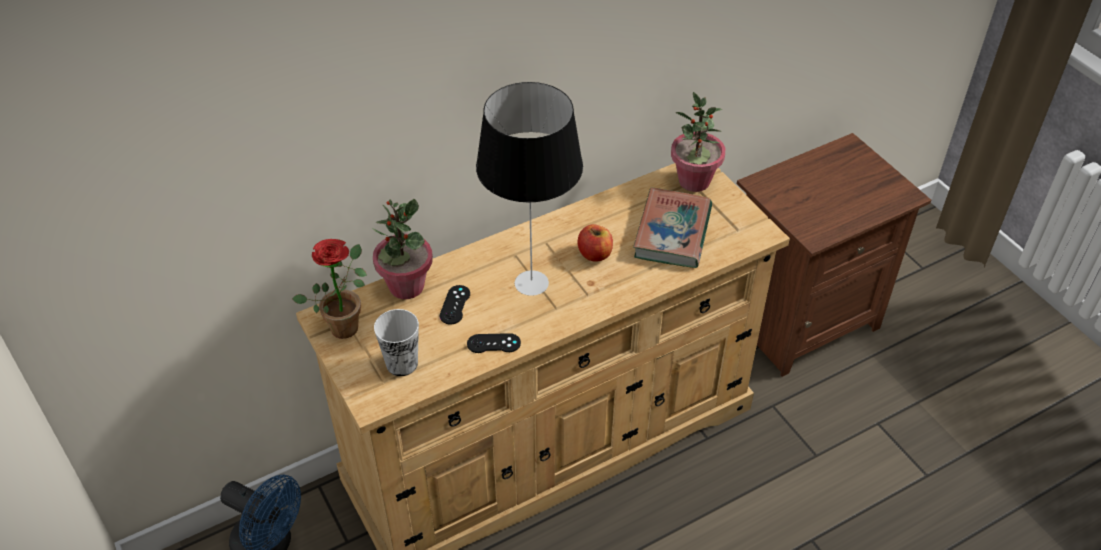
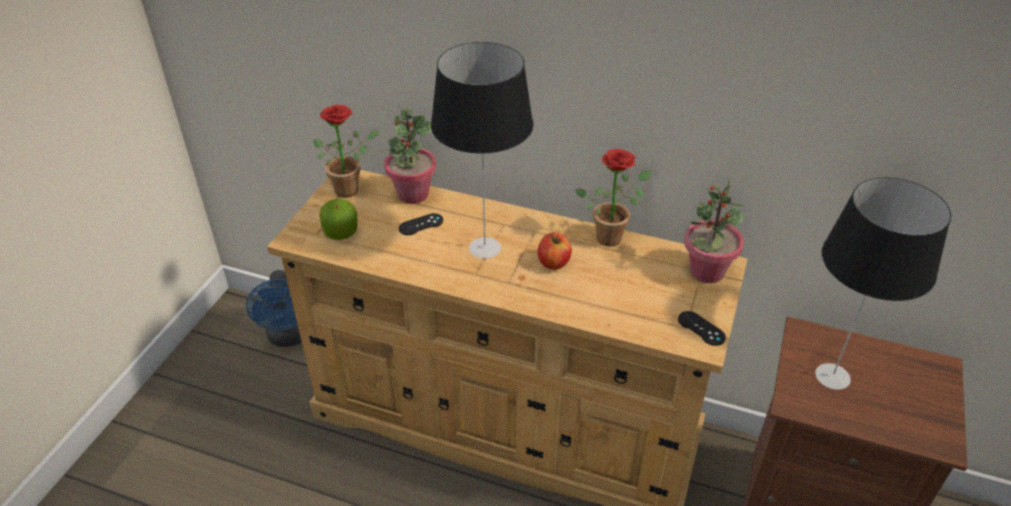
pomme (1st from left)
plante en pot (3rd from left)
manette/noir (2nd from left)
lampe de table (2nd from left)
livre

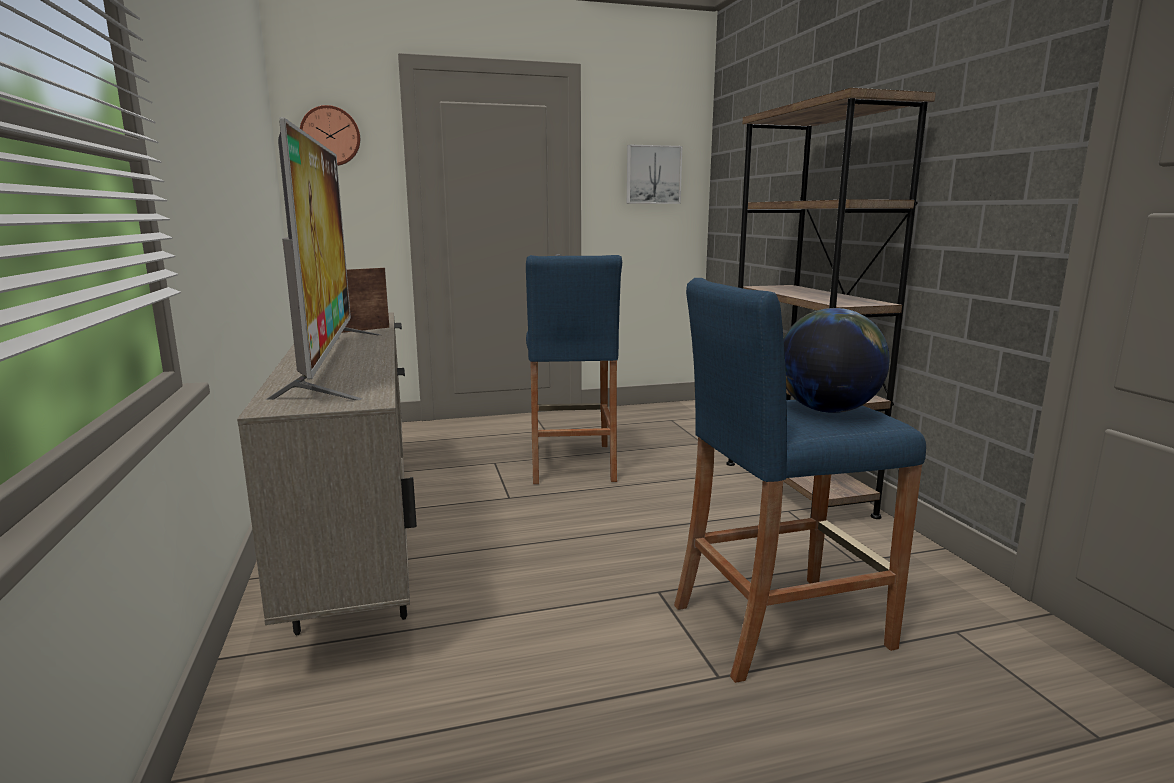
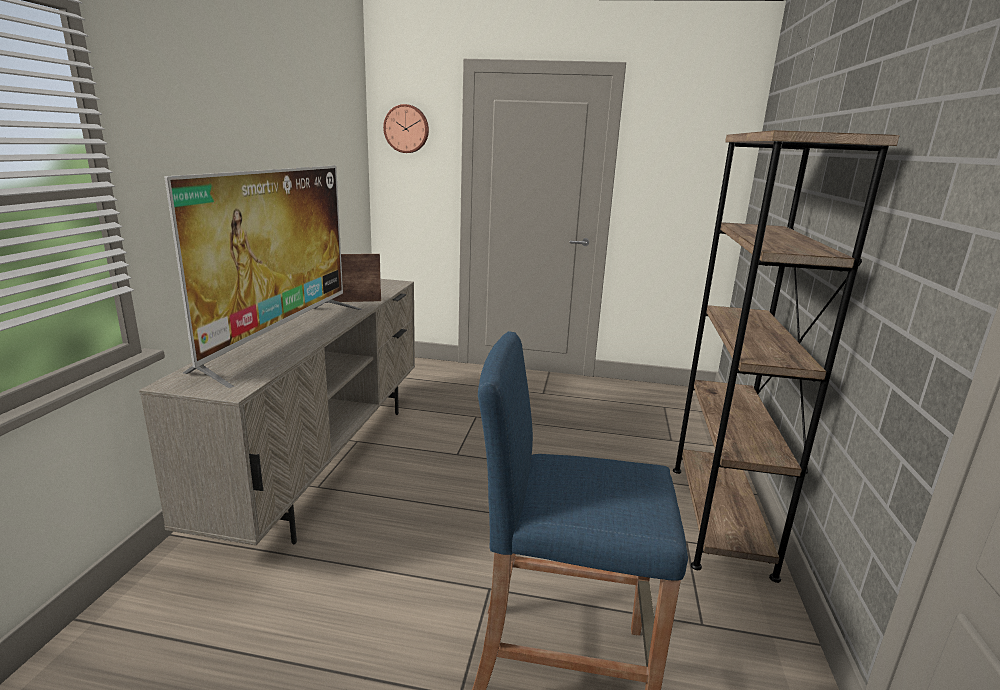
tabouret/bleu (1st from left in the first image)
tableau
globe

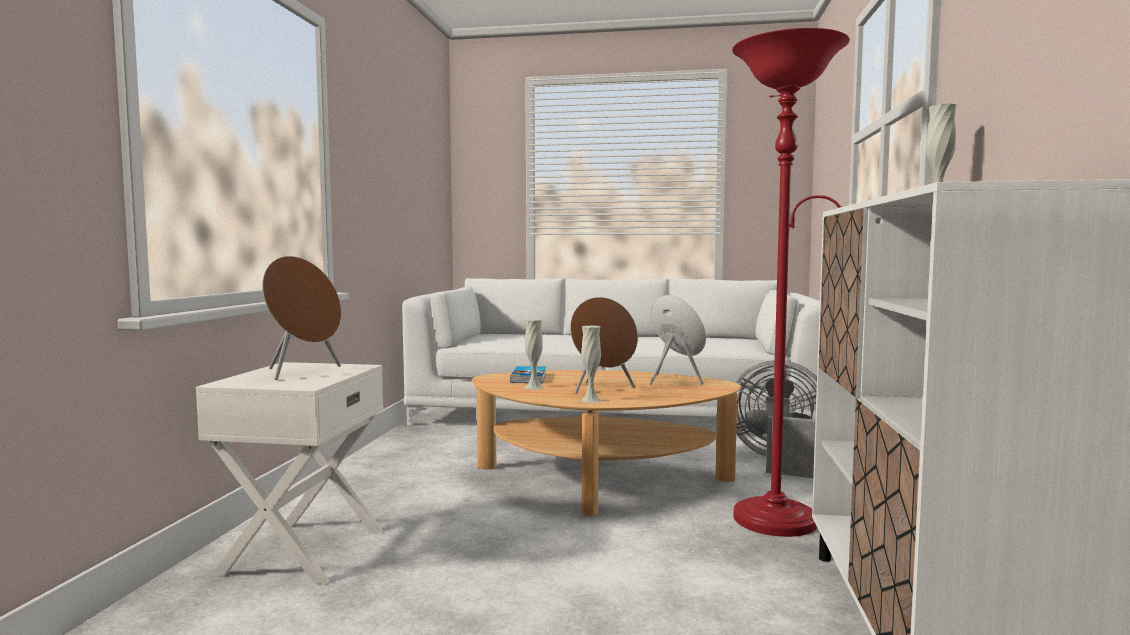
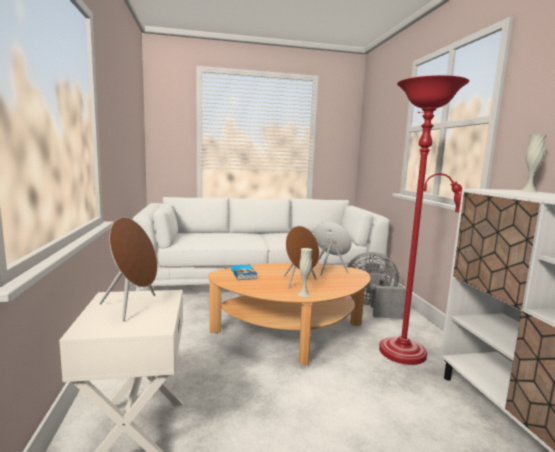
vase/blanc (1st from left in the first image)

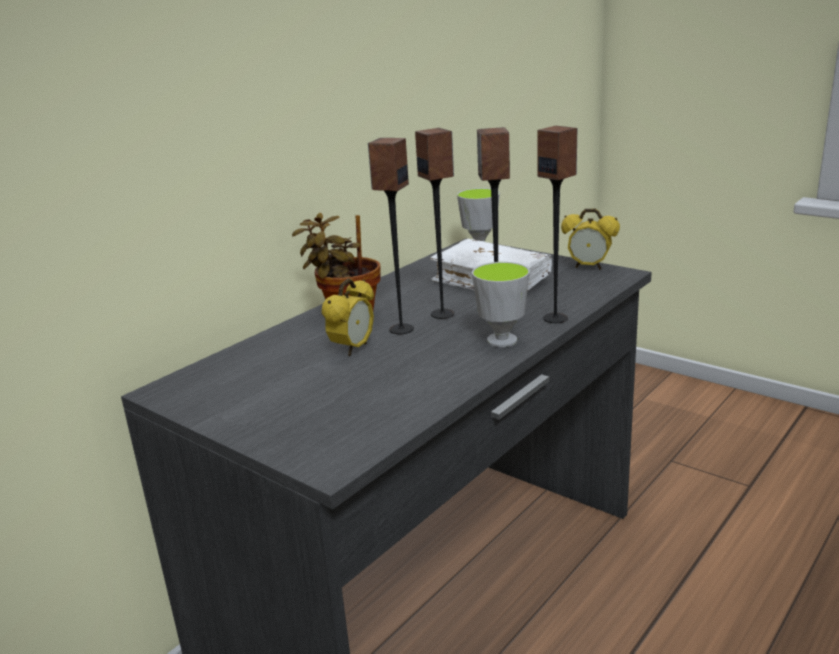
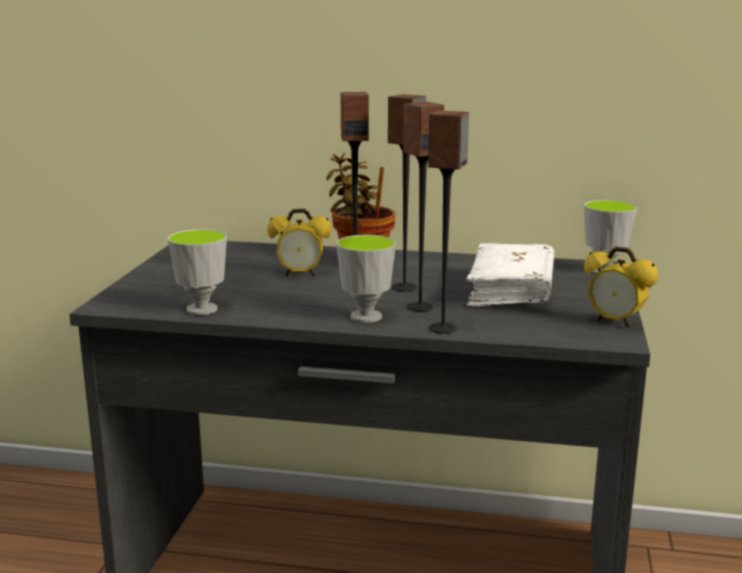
tasse (1st from left)
réveil (2nd from left)

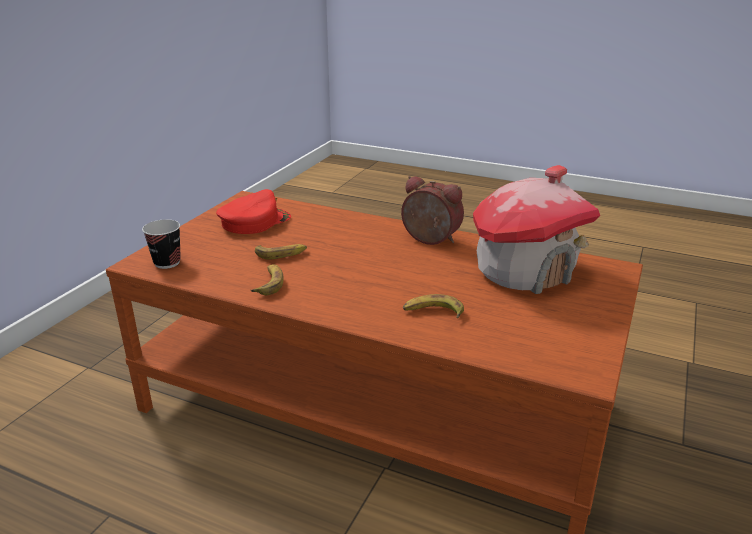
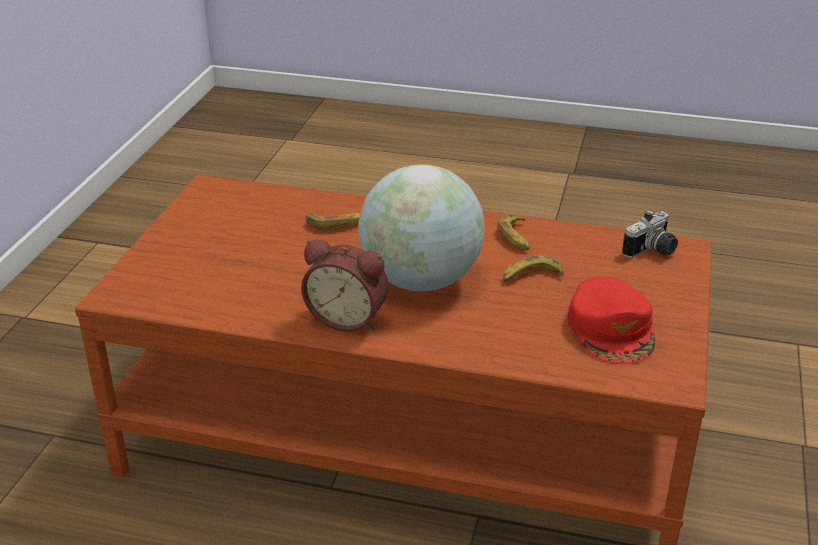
globe
casquette/rouge
appareil photo
maison miniature

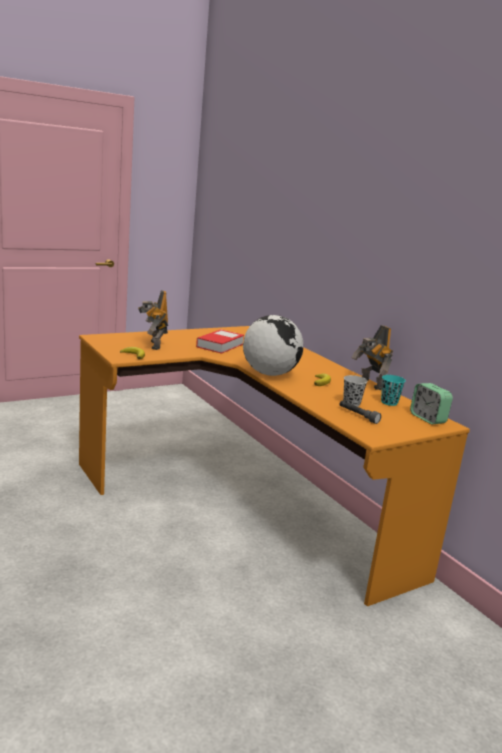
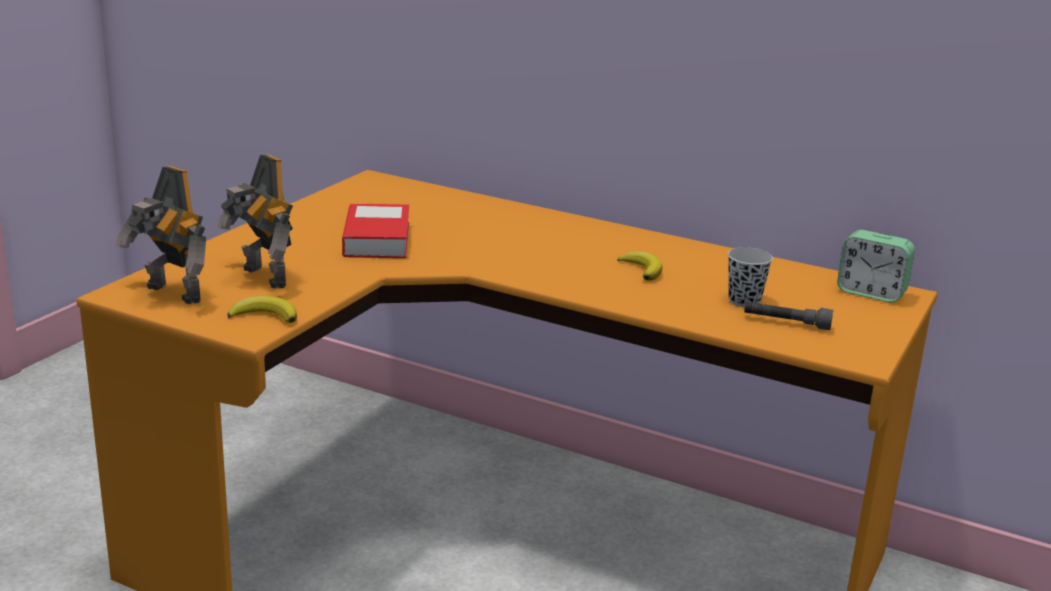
robot jouet (1st from left)
globe
tasse/turquoise

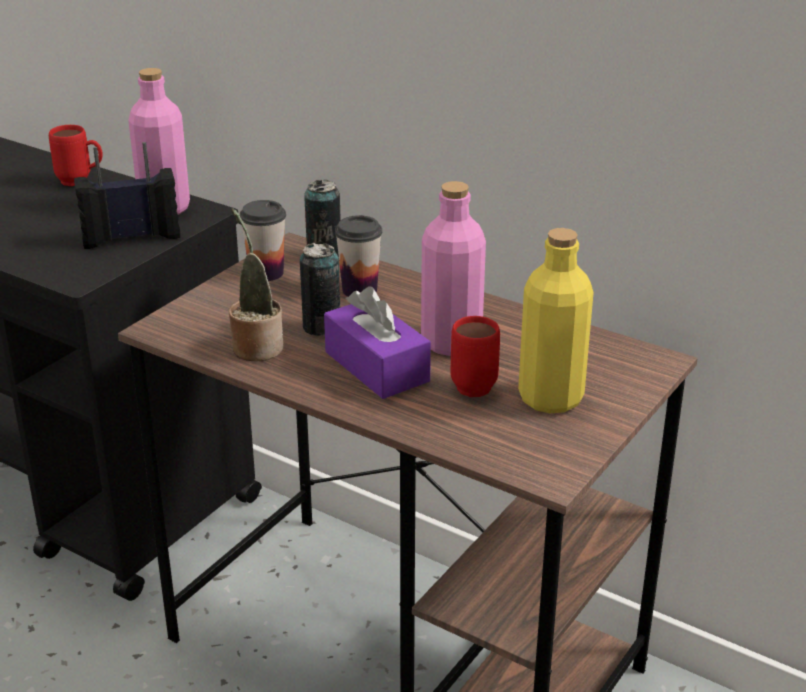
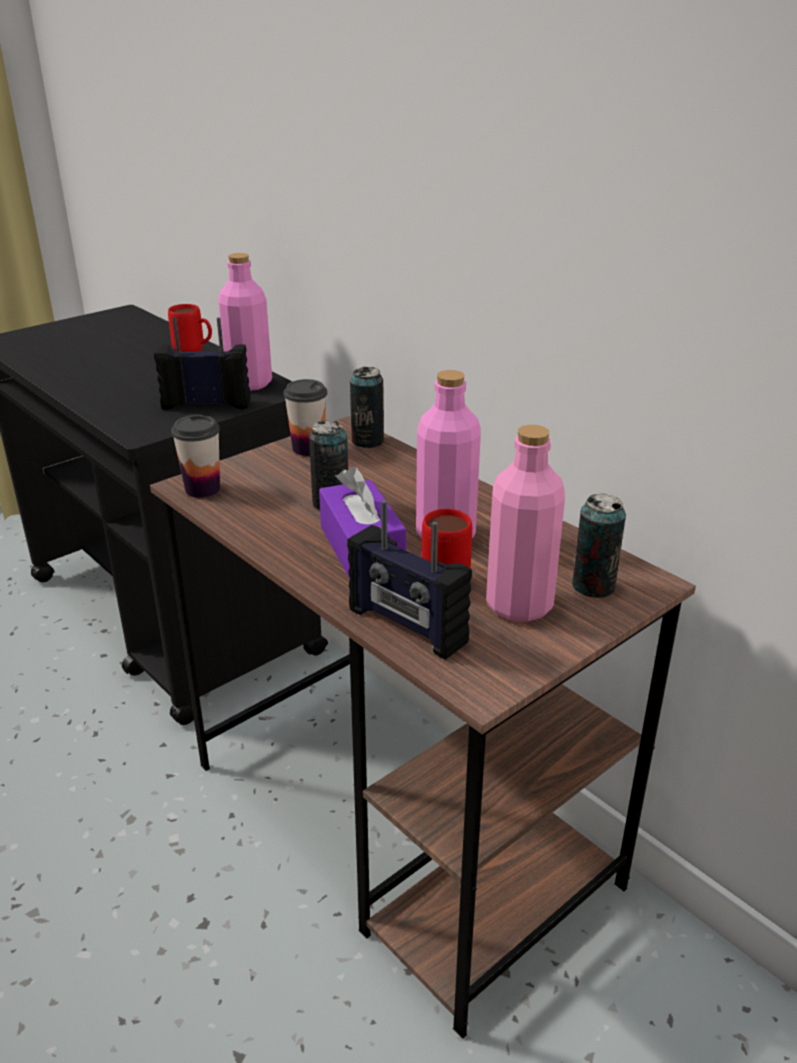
tasse (1st from left)
radio (2nd from left)
bouteille/rose (3rd from left)
boîte métallique (3rd from left)
plante en pot

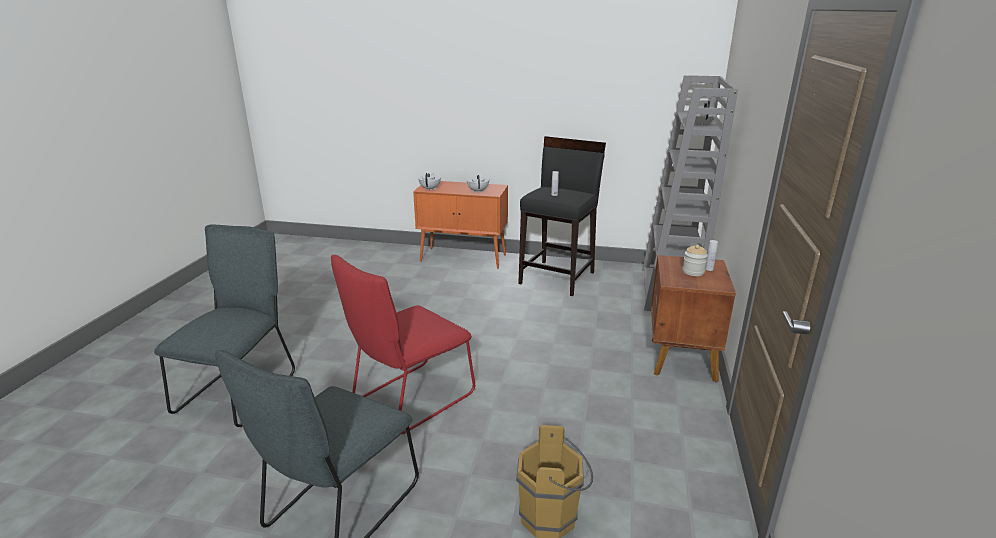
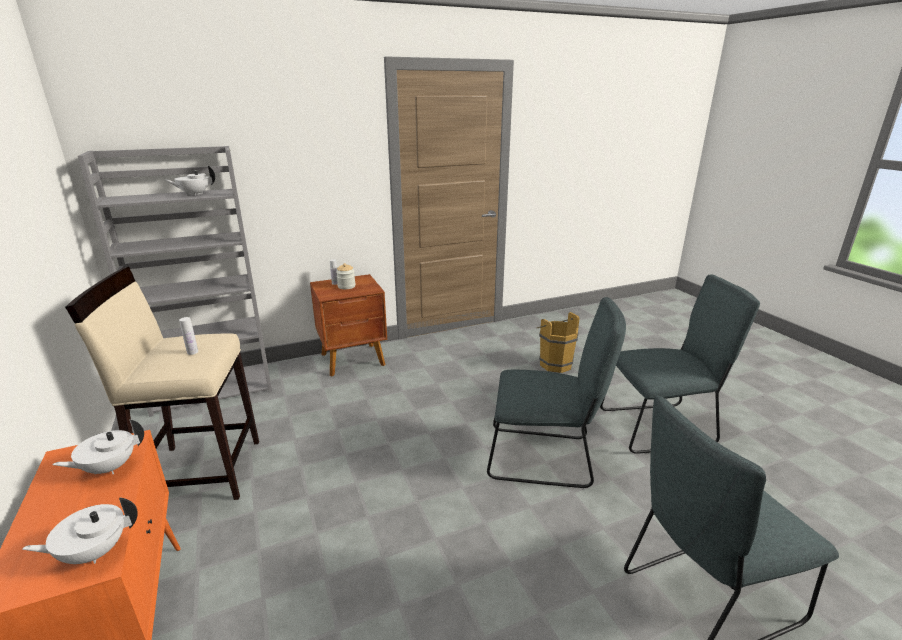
tabouret/beige
chaise/gris (1st from left)

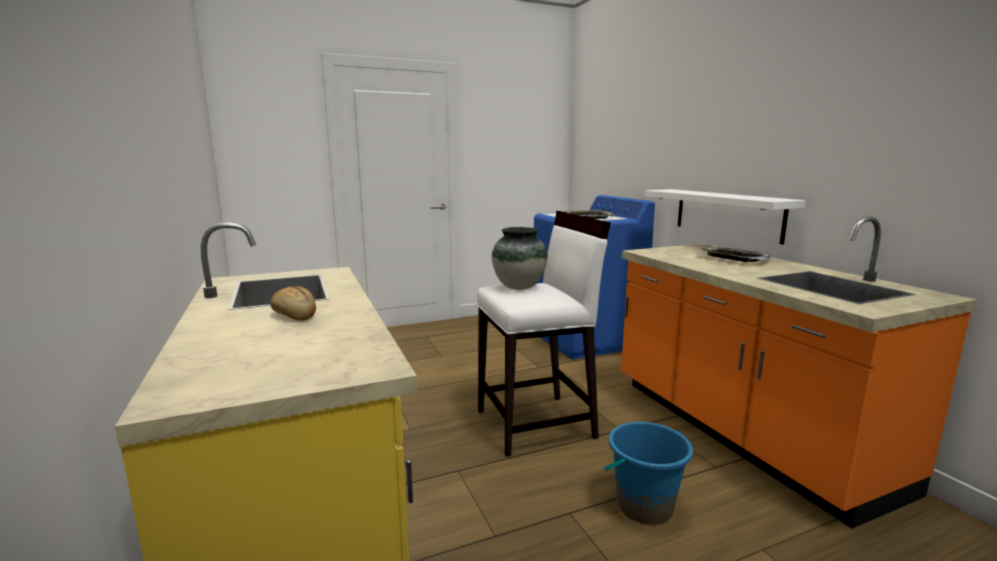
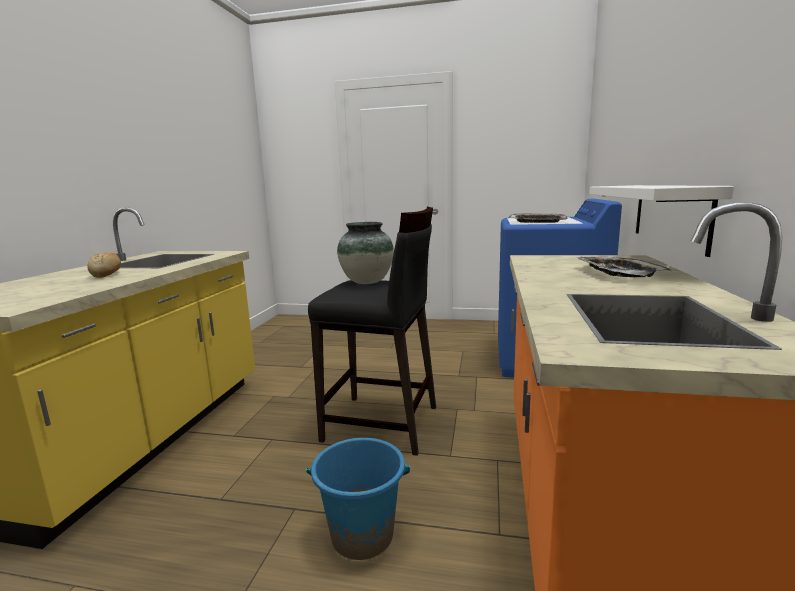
tabouret/noir

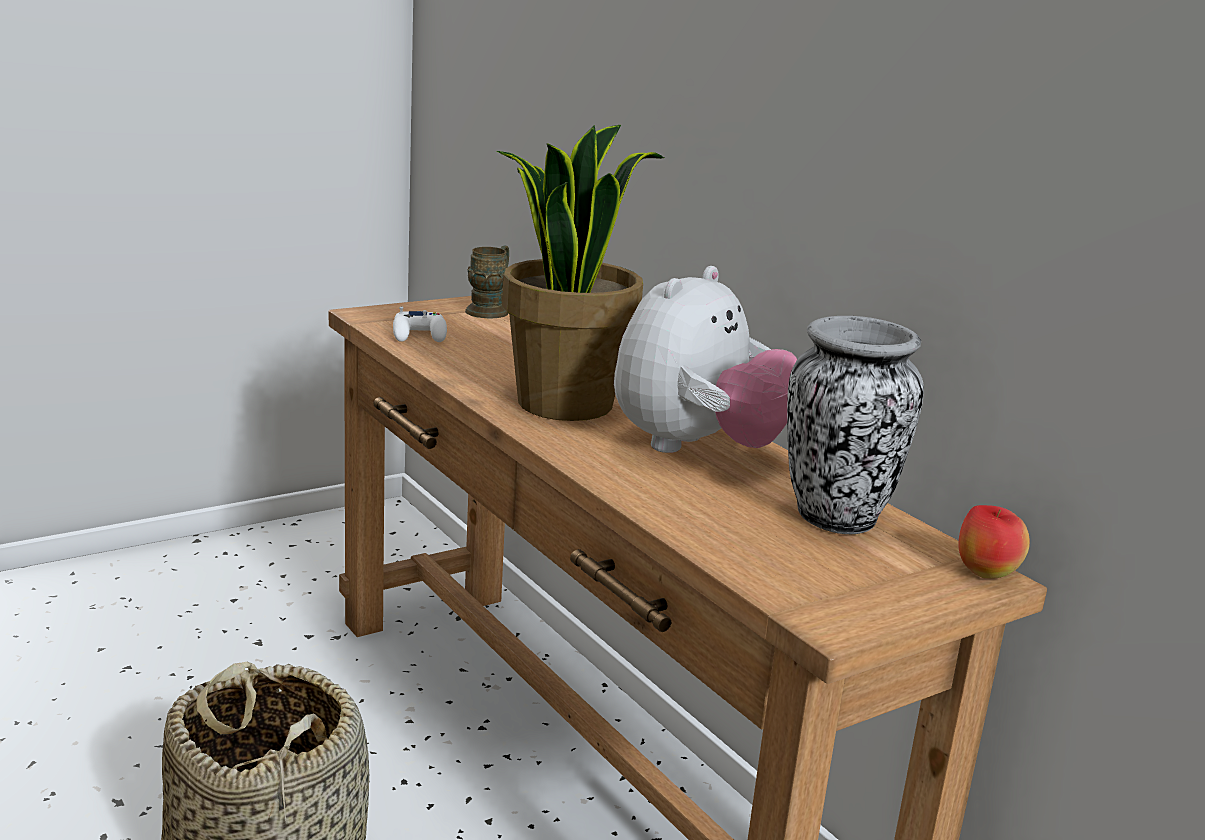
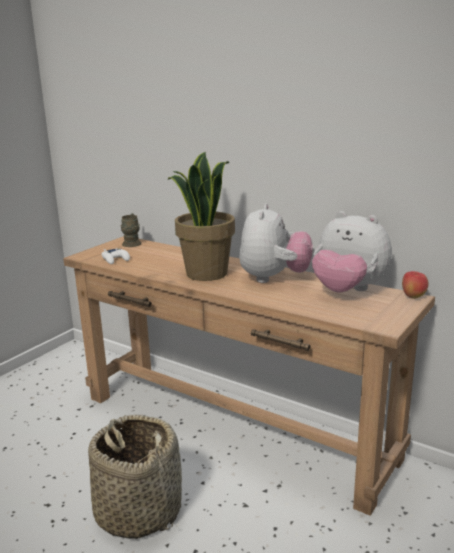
peluche (2nd from left)

